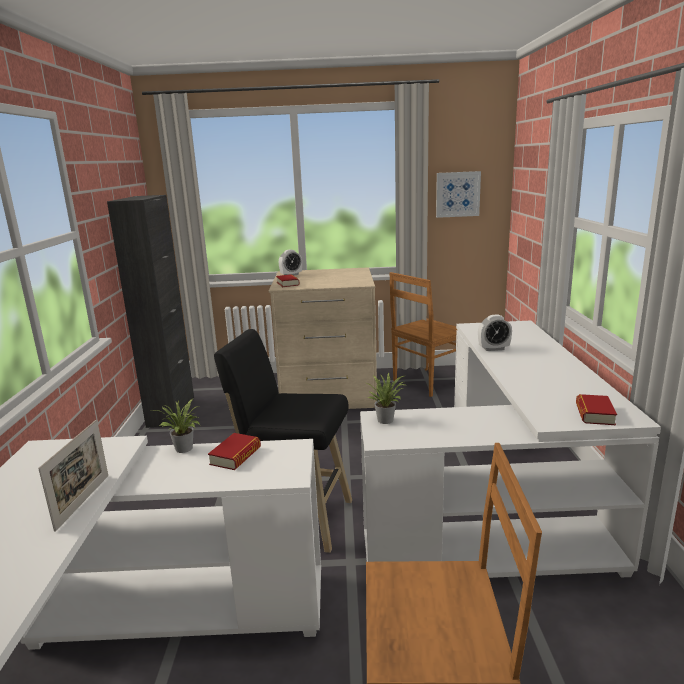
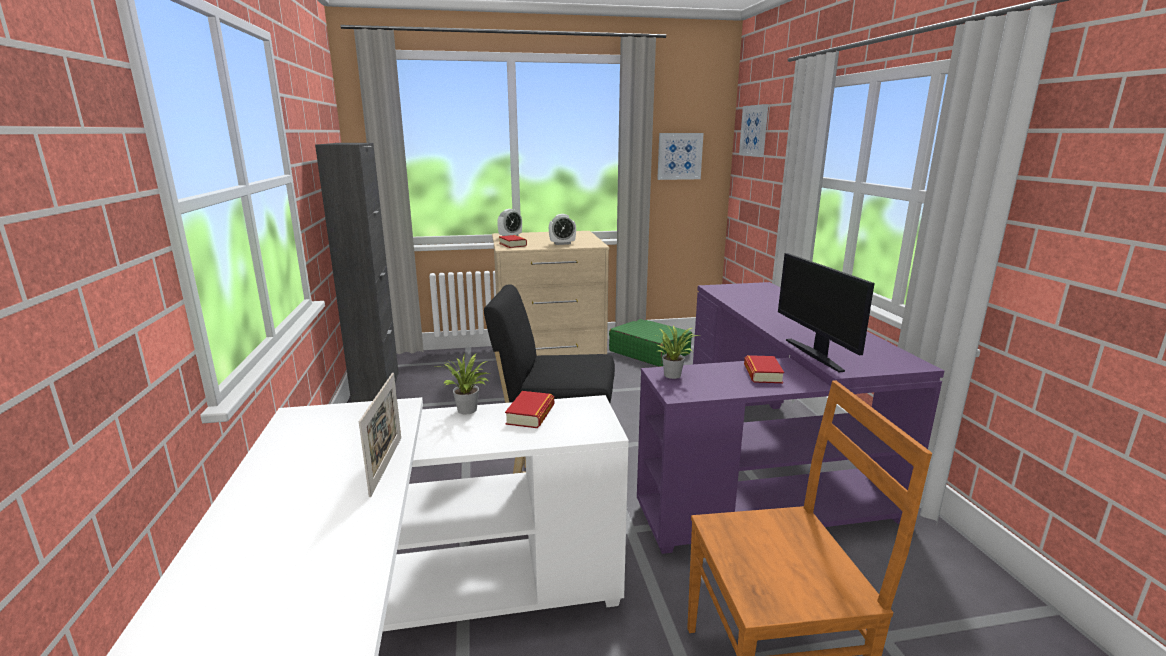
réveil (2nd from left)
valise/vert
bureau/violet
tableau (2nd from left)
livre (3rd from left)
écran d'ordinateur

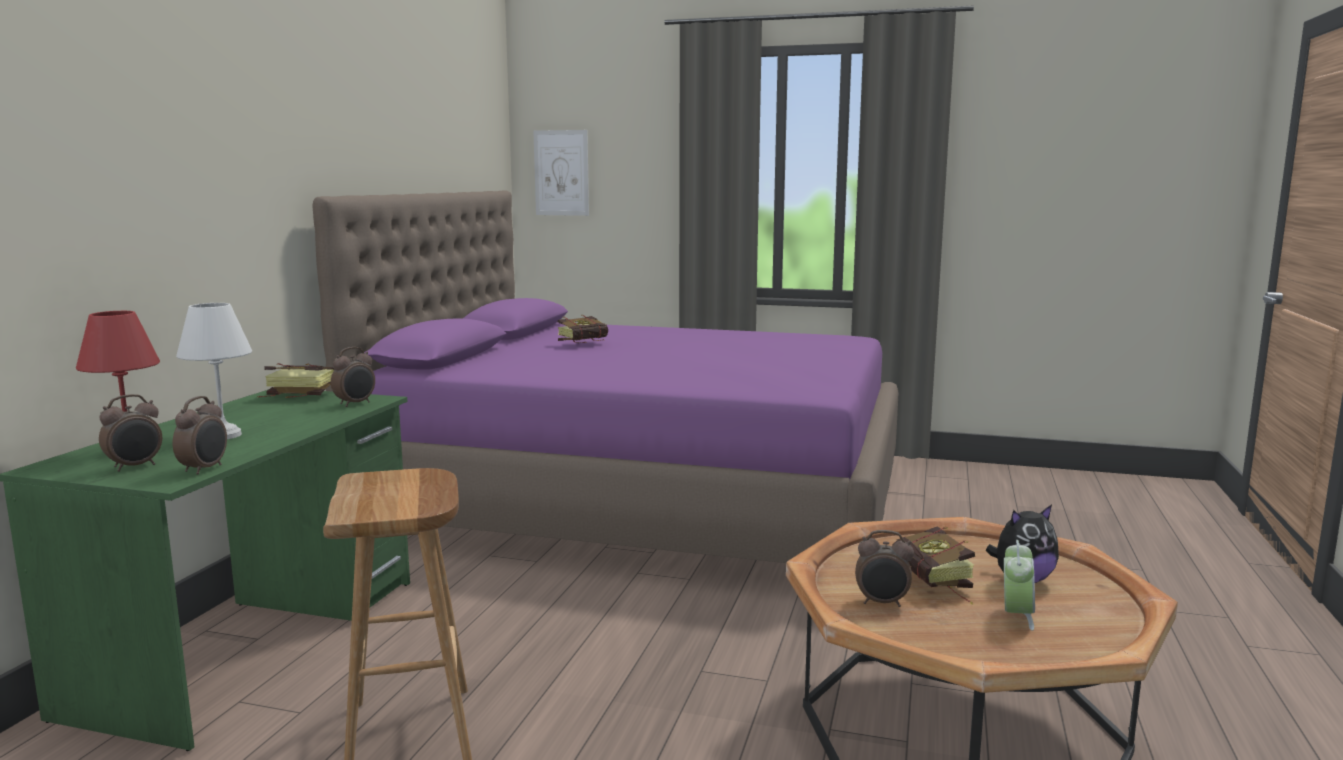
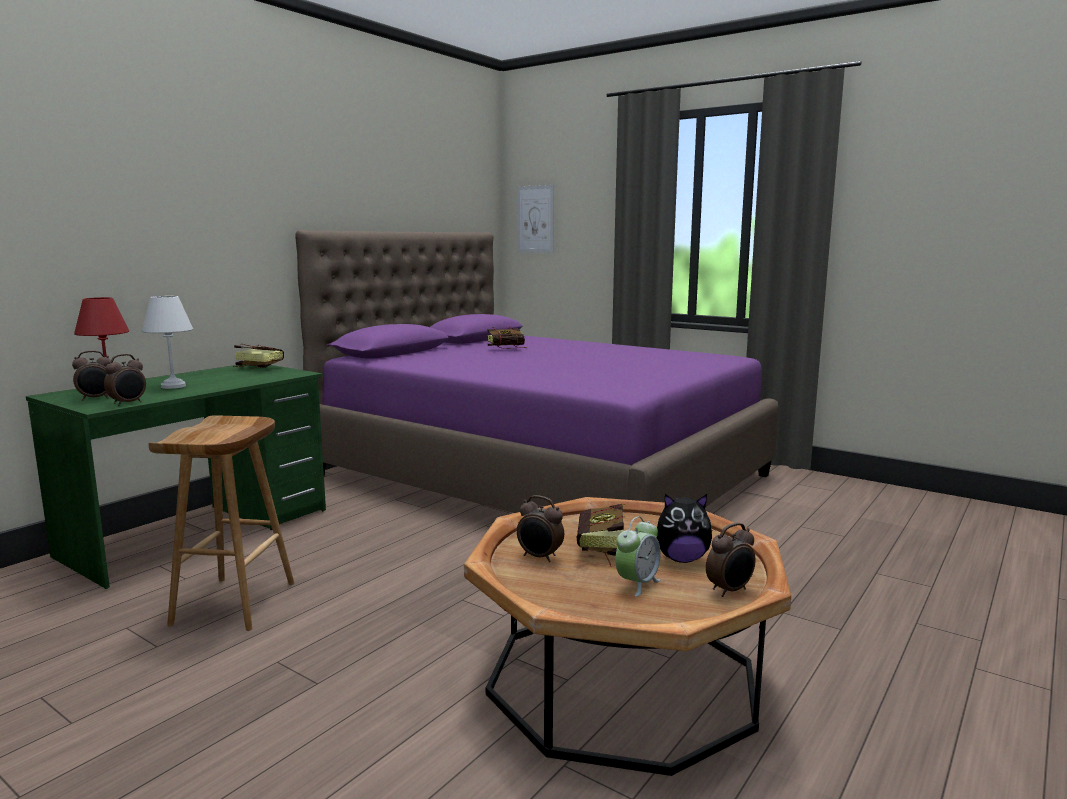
réveil (5th from left)

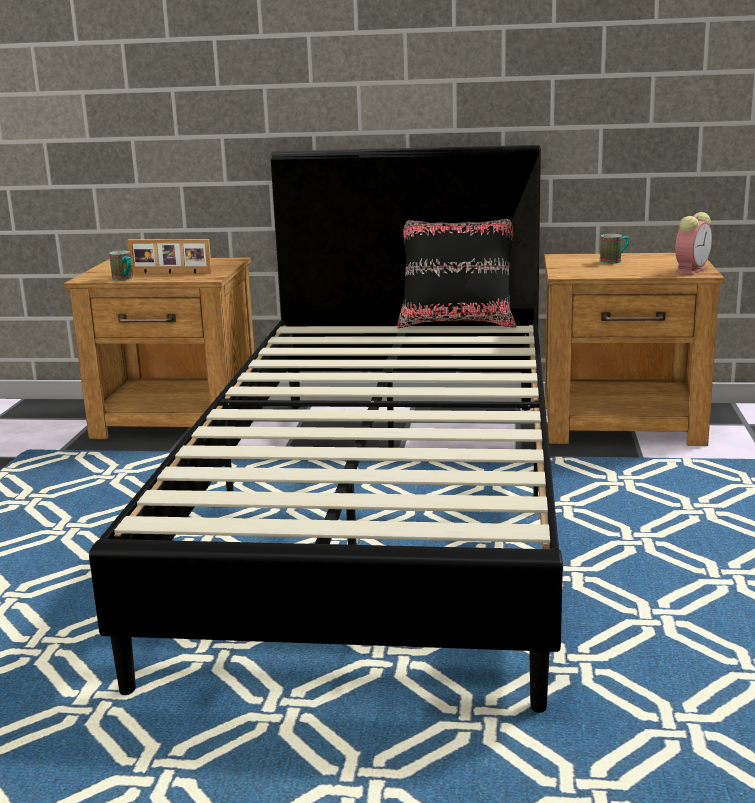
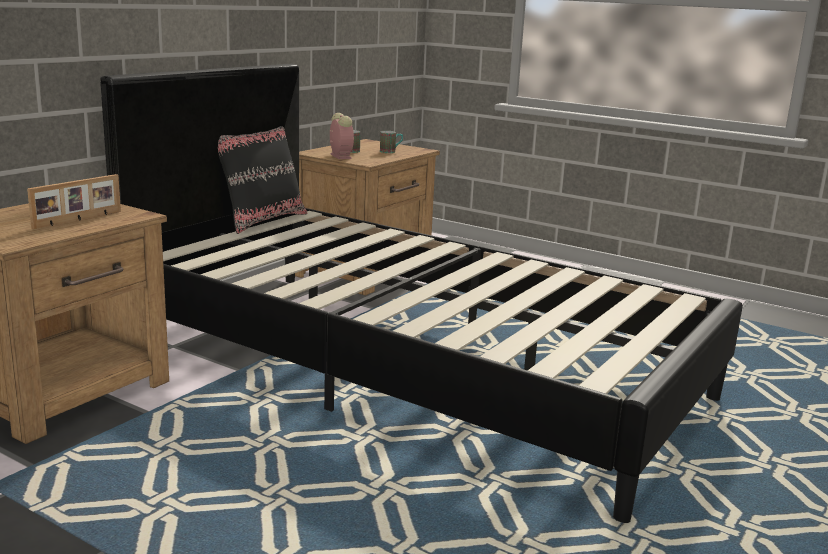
réveil
mug (2nd from left)

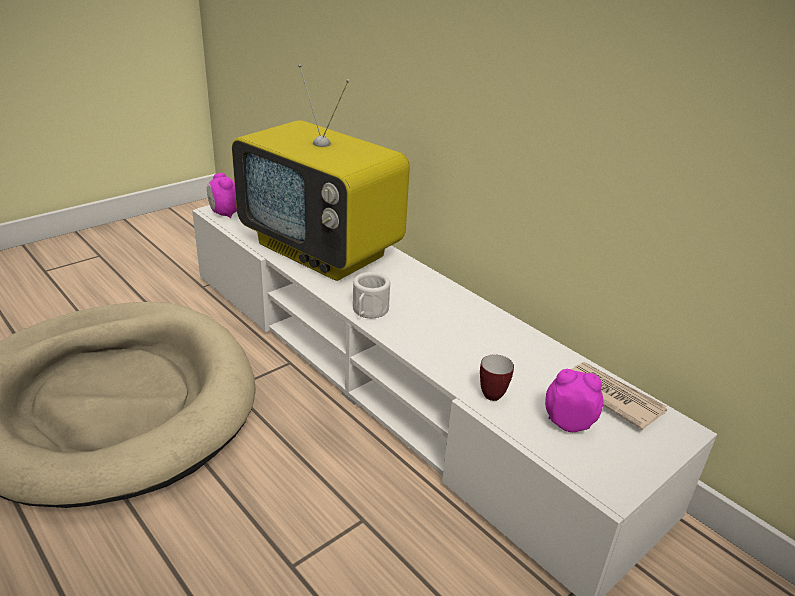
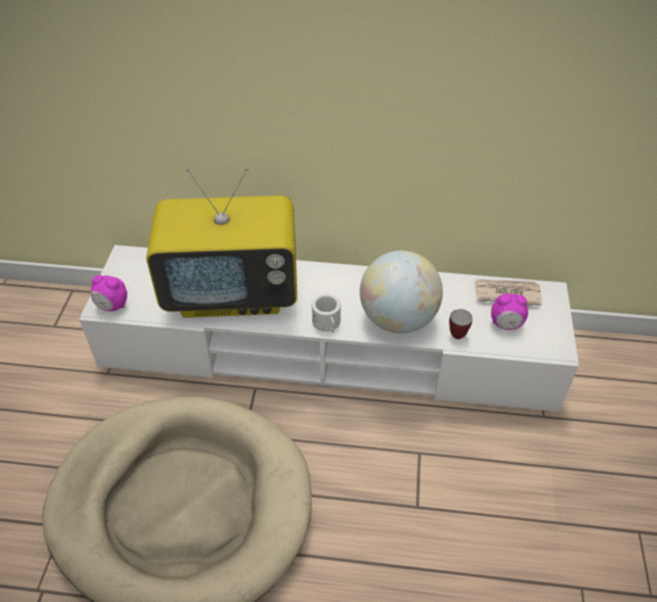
globe
réveil (2nd from left)

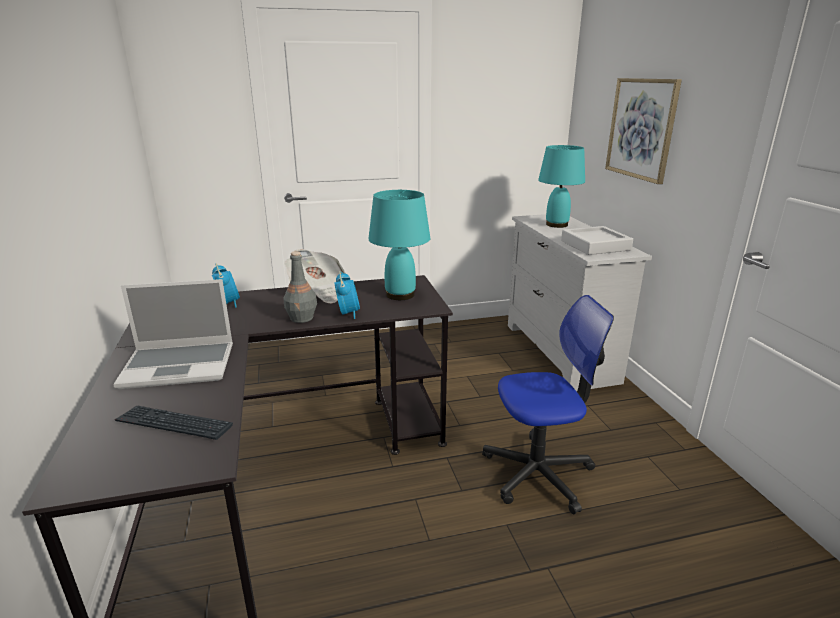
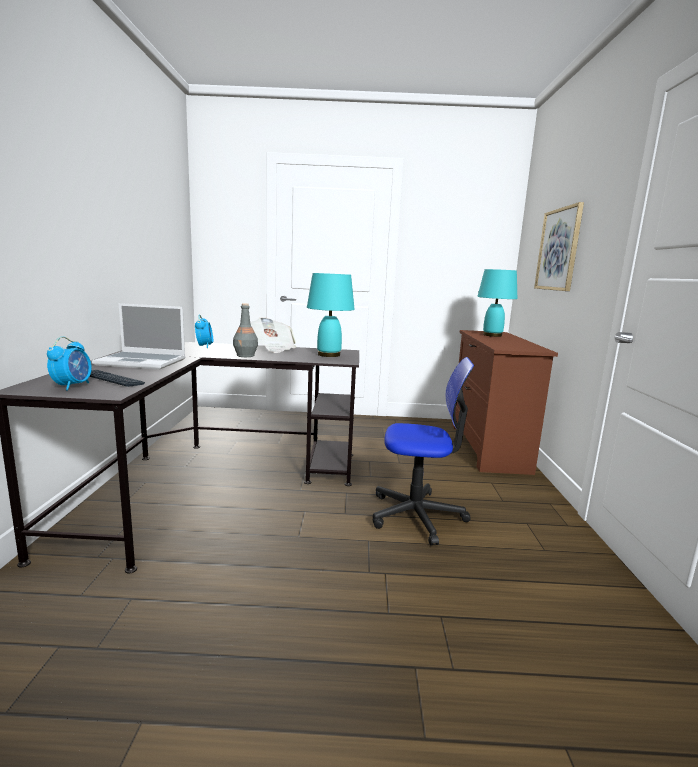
réveil (1st from left)
commode/marron
plateau/gris

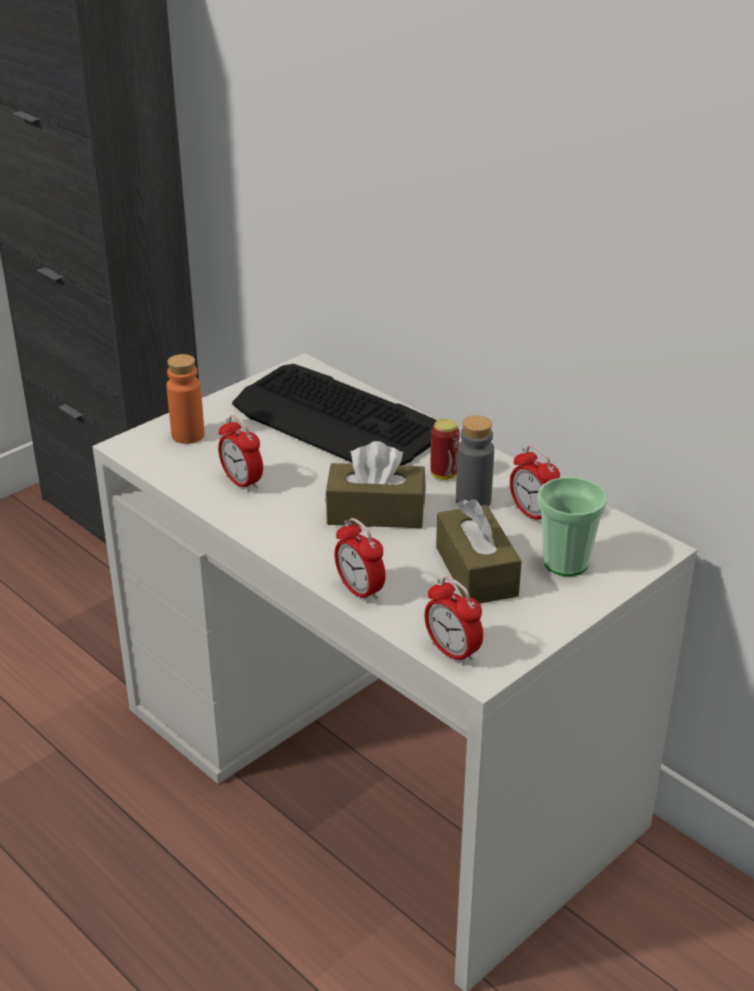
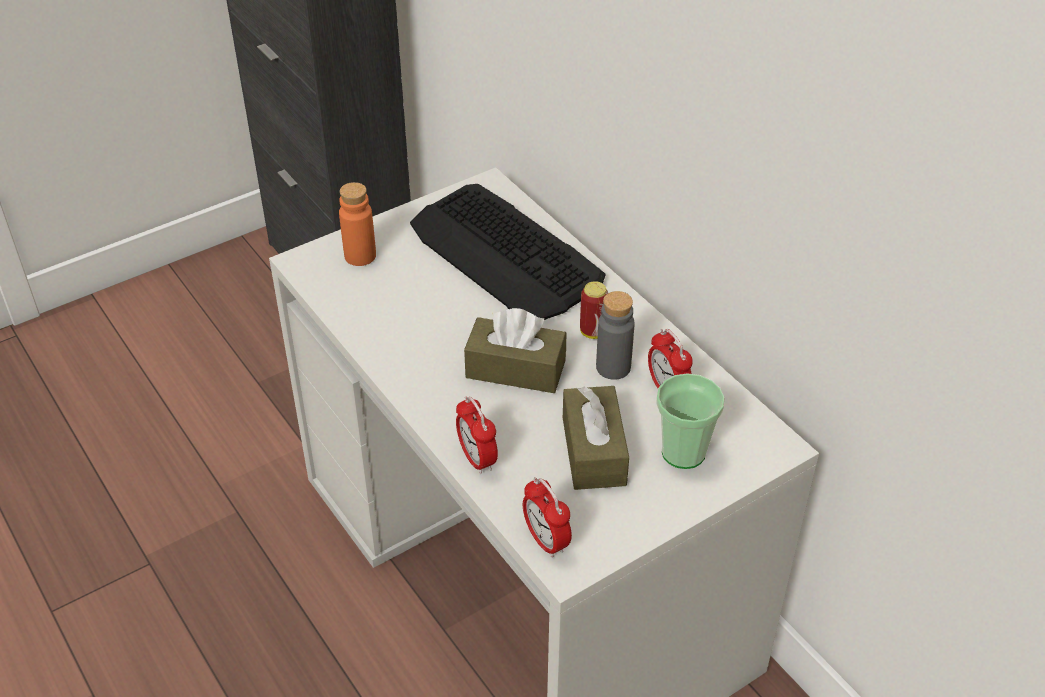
réveil (1st from left in the first image)

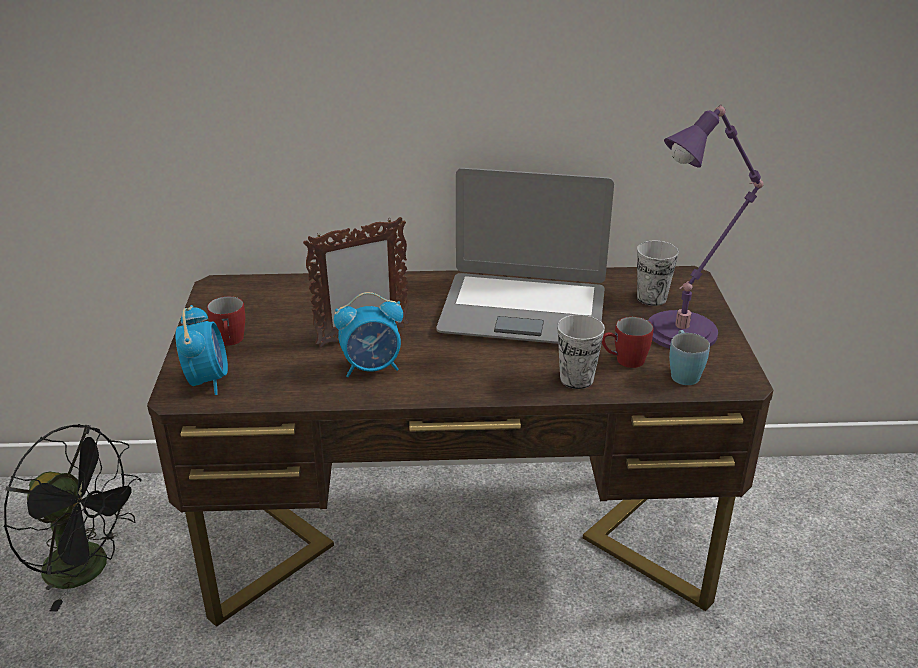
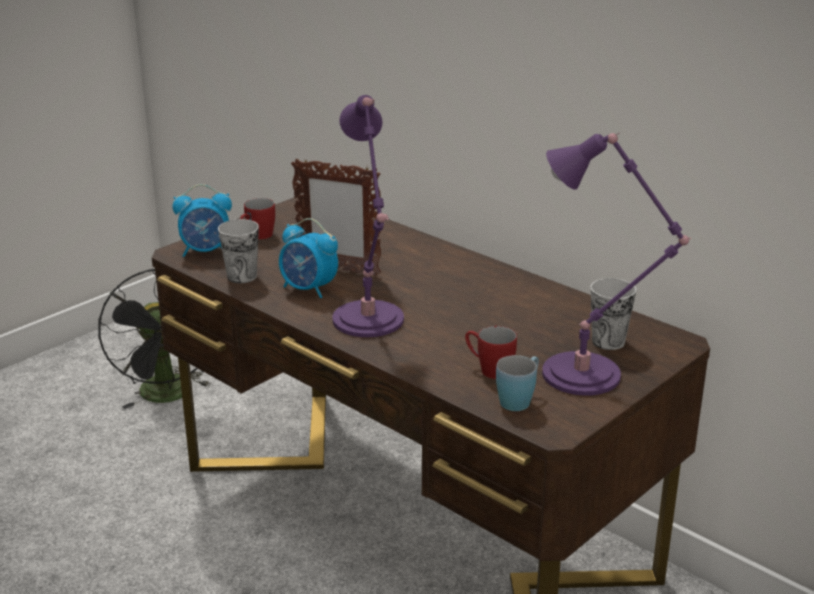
réveil (1st from left)
tasse (1st from left)
lampe de table/violet (1st from left)
ordinateur portable

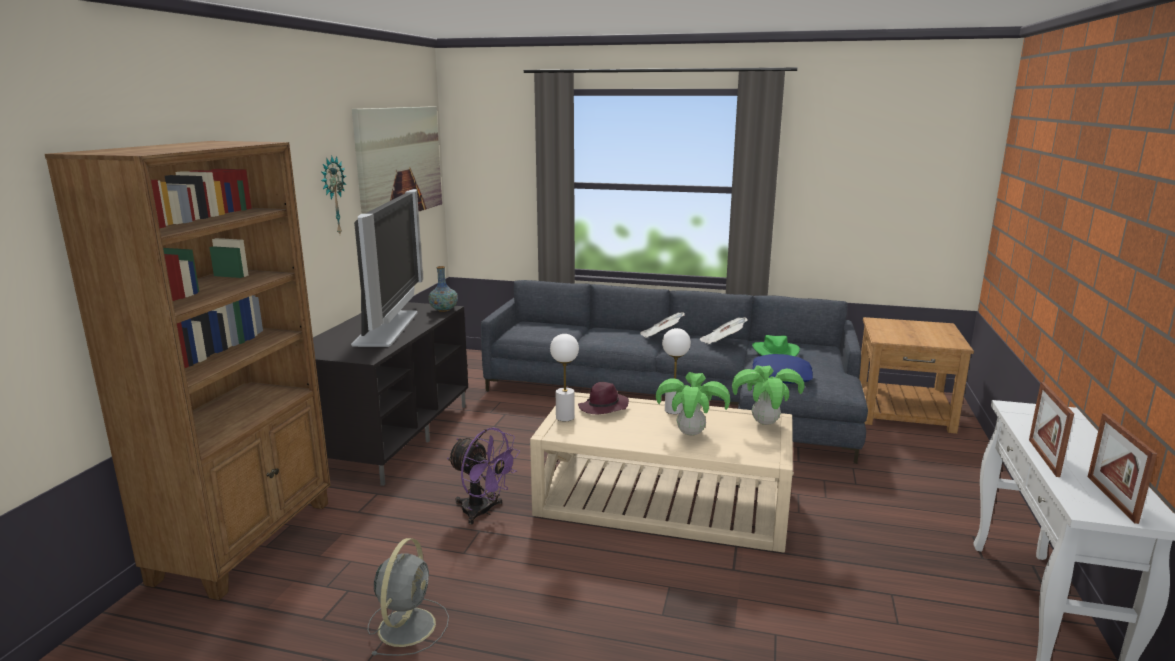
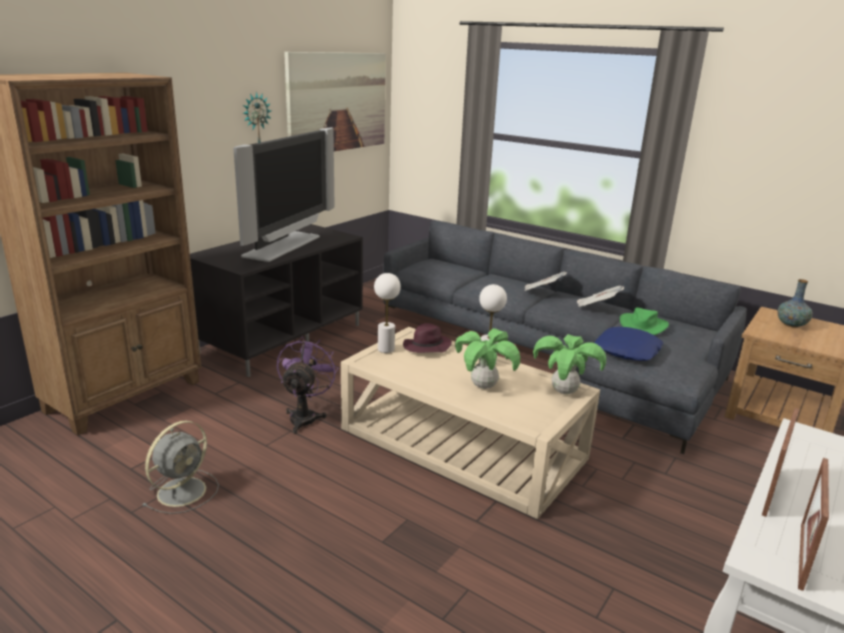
ventilateur/violet
vase

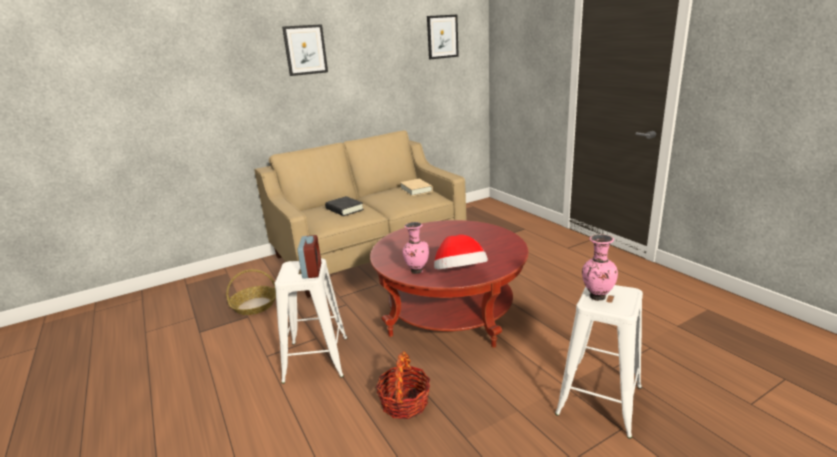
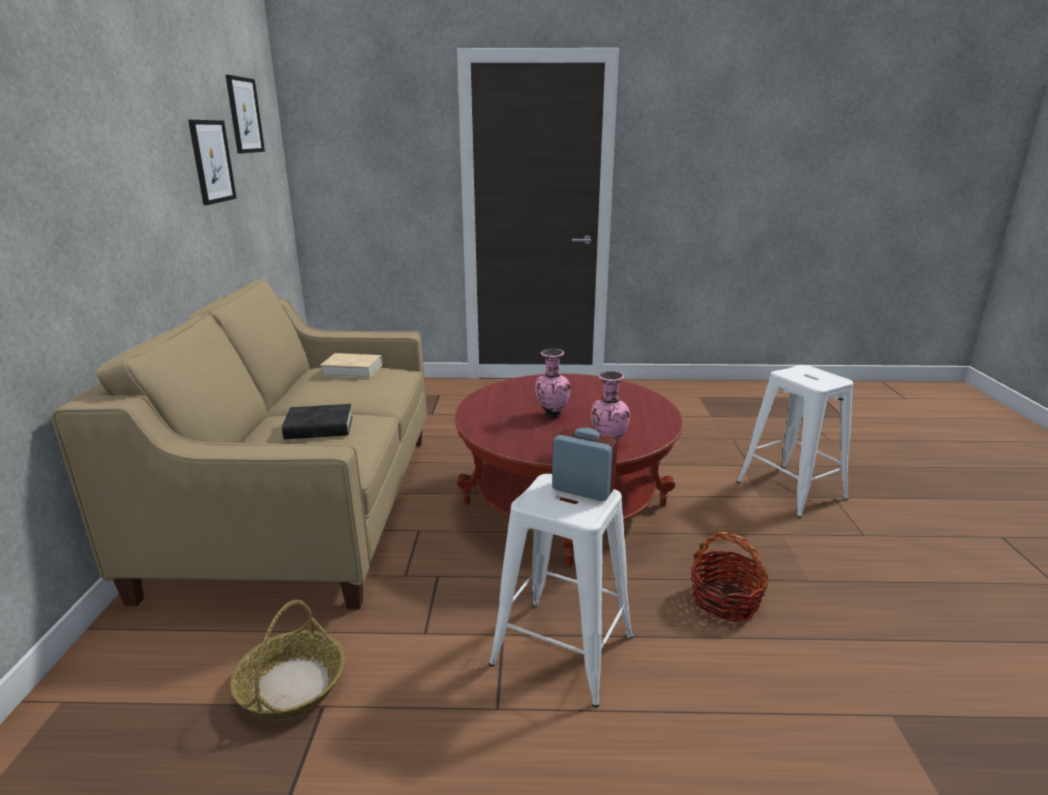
tableau (1st from left)
vase/rose (1st from left)
chapeau

